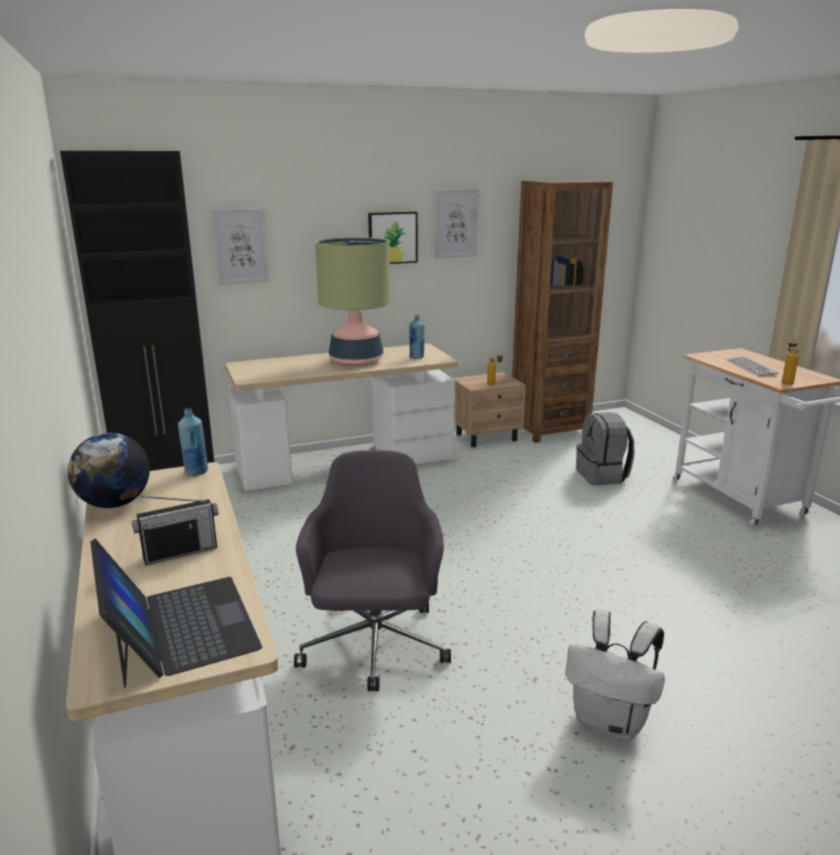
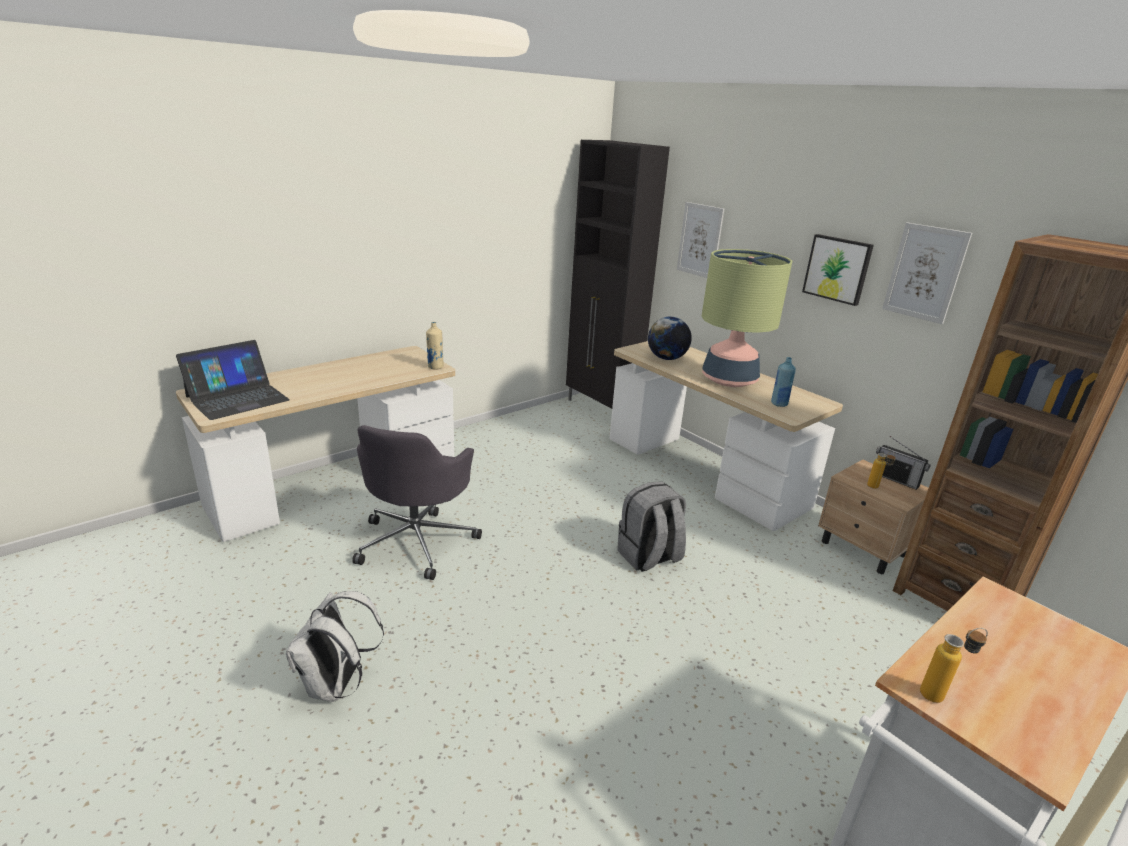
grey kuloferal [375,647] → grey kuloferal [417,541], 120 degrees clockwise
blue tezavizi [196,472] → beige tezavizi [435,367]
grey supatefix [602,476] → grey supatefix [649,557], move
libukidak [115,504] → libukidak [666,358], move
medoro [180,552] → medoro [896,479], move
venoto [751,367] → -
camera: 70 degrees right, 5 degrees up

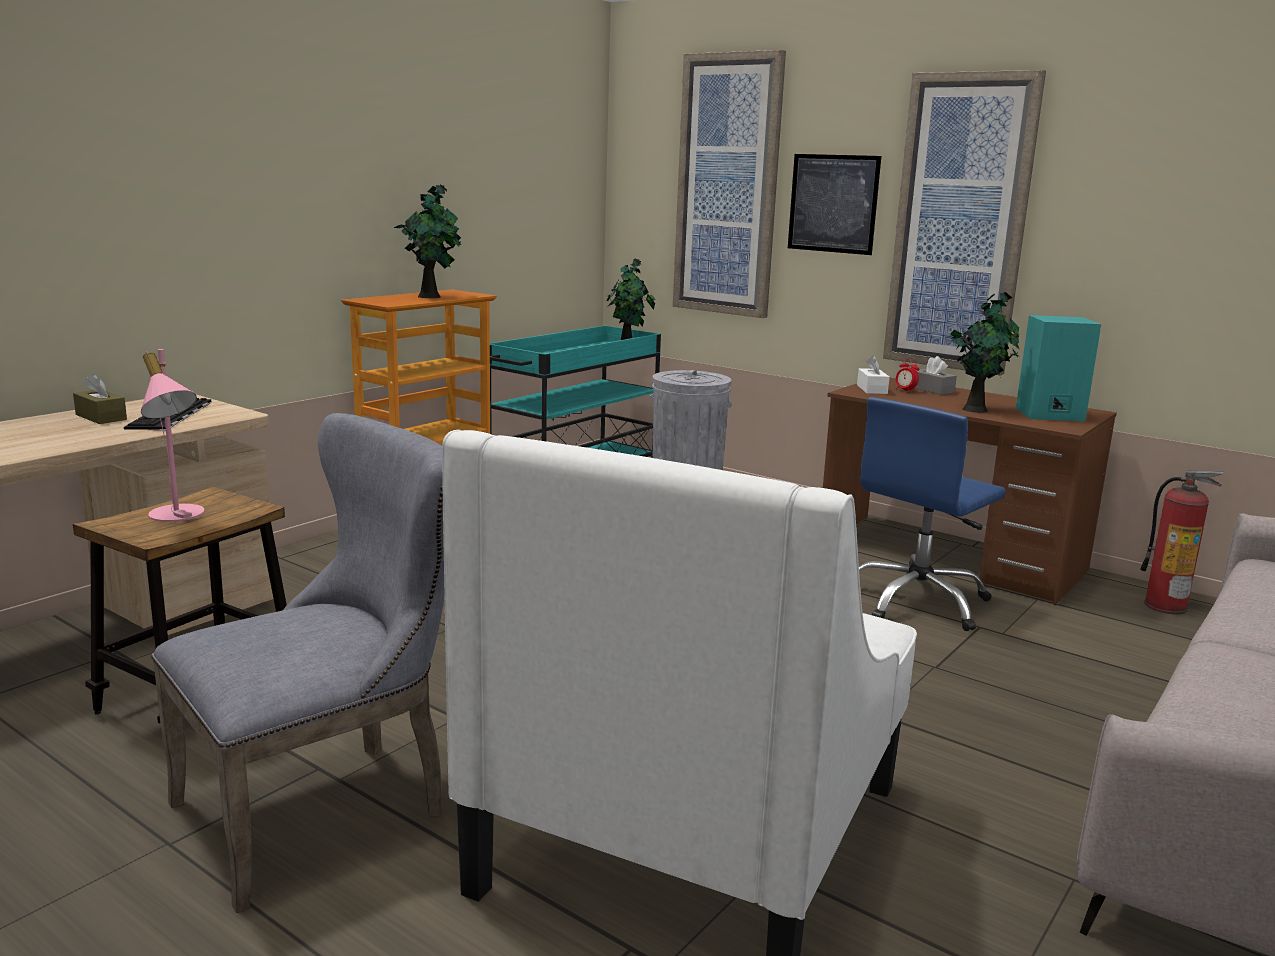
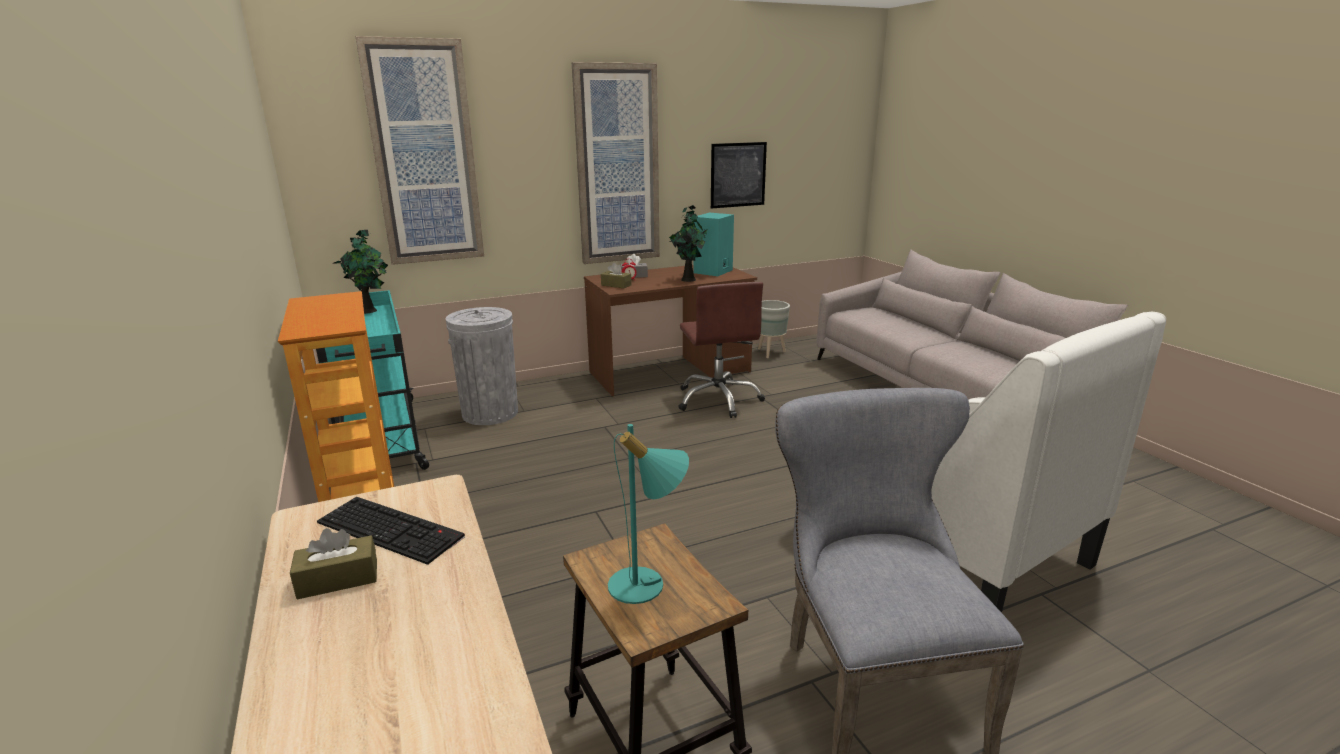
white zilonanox [872,389] → brown zilonanox [616,285]
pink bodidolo [177,516] → turquoise bodidolo [647,585]
blue kuloferal [917,602] → brown kuloferal [718,400]
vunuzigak [833,203] → vunuzigak [738,175], move
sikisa [1166,606] → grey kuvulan [770,353]
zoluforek [431,296] → -
camera: 60 degrees left, 5 degrees up

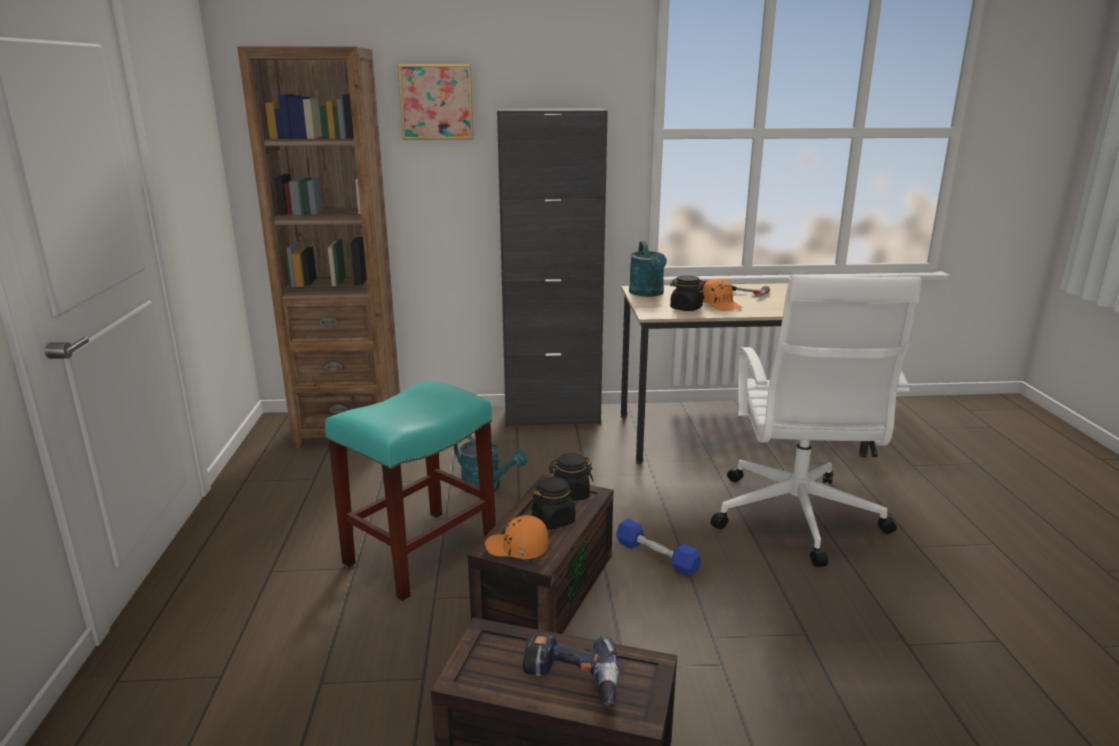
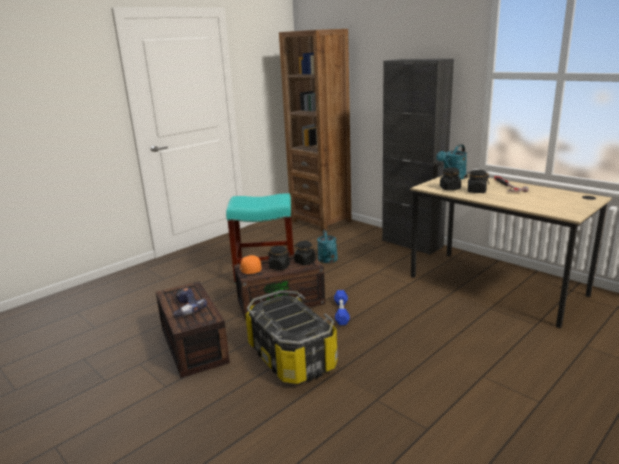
- → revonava [292,357]
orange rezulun [721,305] → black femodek [476,191]
vunuzigak [436,102] → -
white kuloferal [796,519] → -
camera: 50 degrees right, 0 degrees up

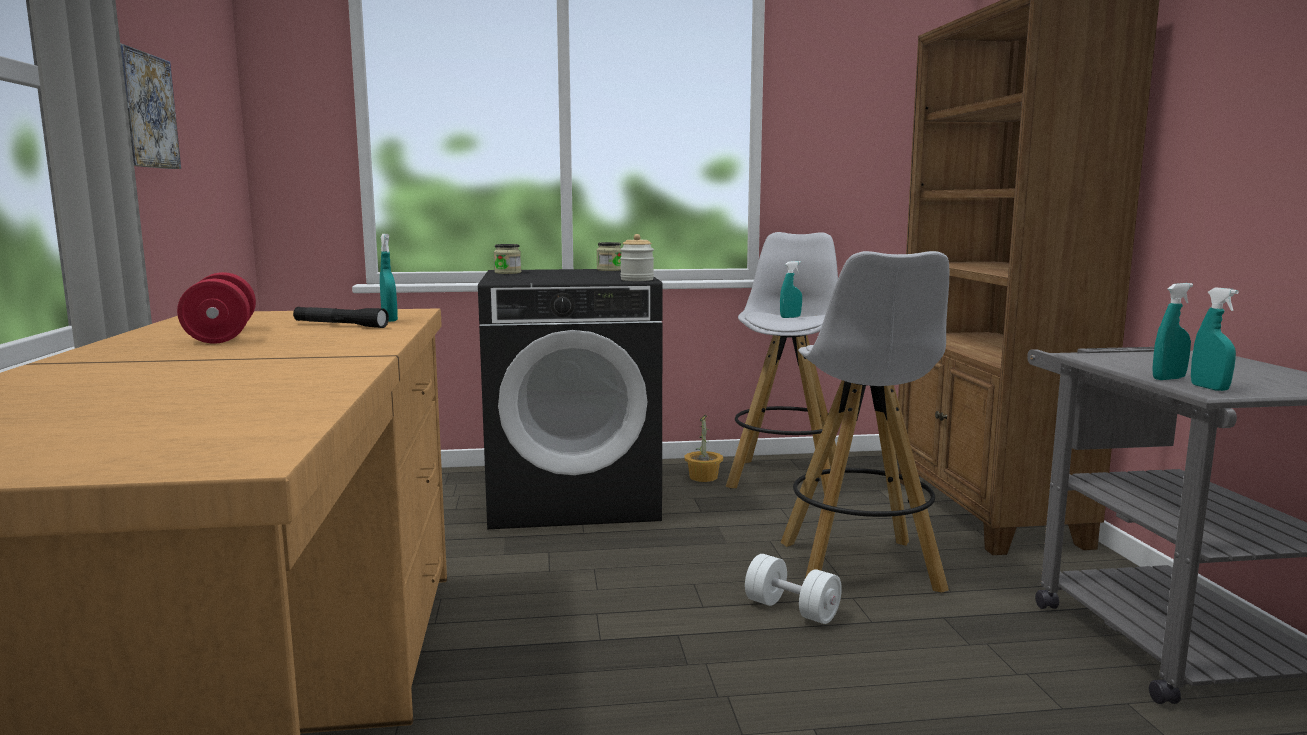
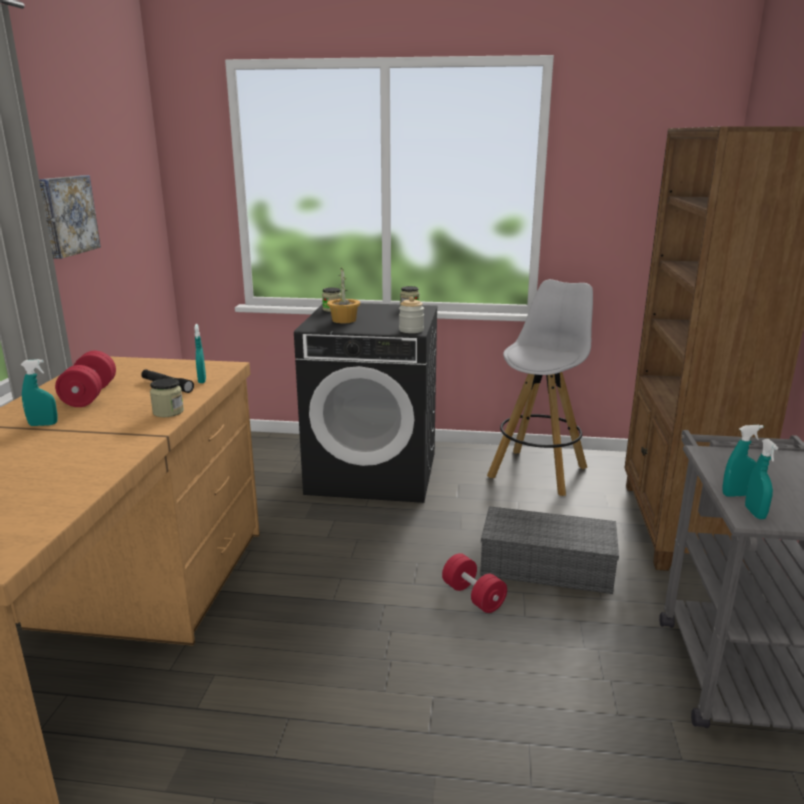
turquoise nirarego [790,317] → turquoise nirarego [43,424], move
- → femodek [168,412]
zoluforek [704,477] → zoluforek [344,320], move
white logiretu [792,610] → red logiretu [473,596]
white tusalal [860,568] → grey revonava [544,567]
camera: 15 degrees right, 10 degrees up

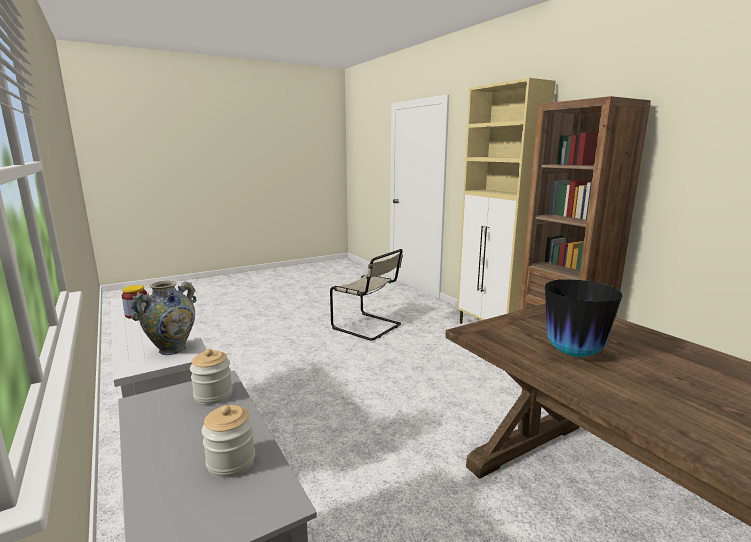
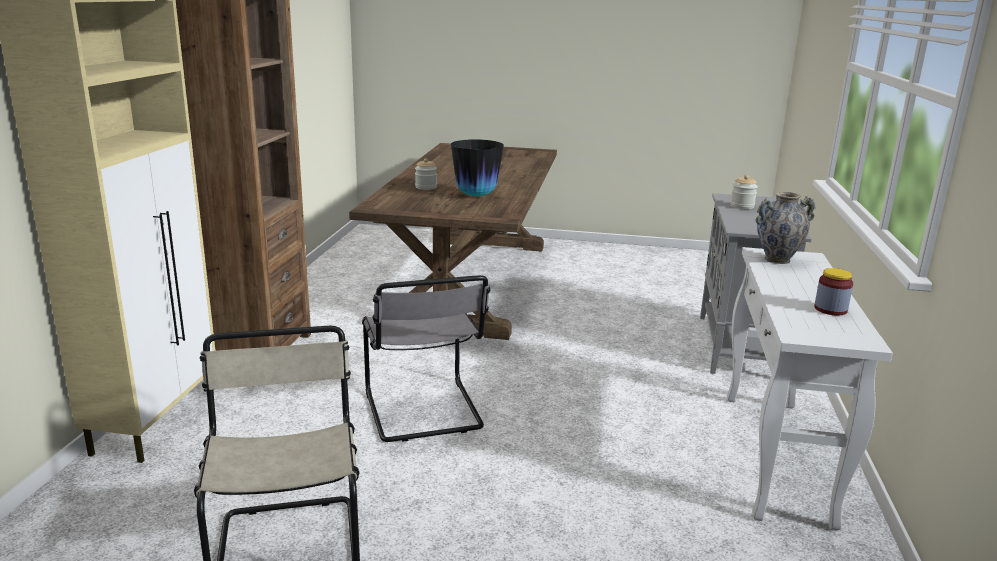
- → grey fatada [424,413]
femodek [213,395] → femodek [426,187], move
camera: 140 degrees left, 5 degrees up

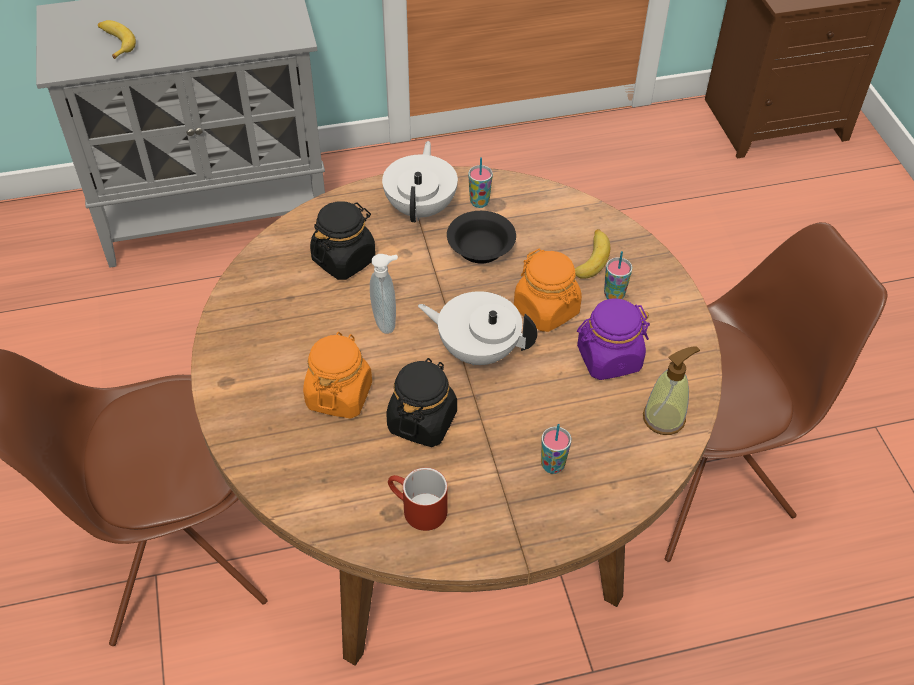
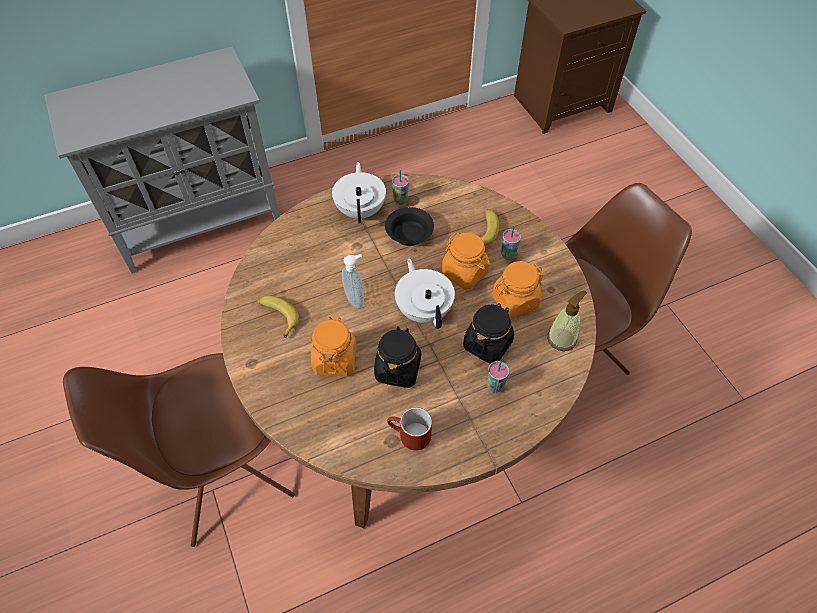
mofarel [115,43] → mofarel [278,316], move
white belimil [477,349] → white belimil [424,309], 60 degrees clockwise
black femodek [344,259] → black femodek [487,344], move
purple femodek [608,358] → orange femodek [515,301]
camera: 10 degrees left, 5 degrees up

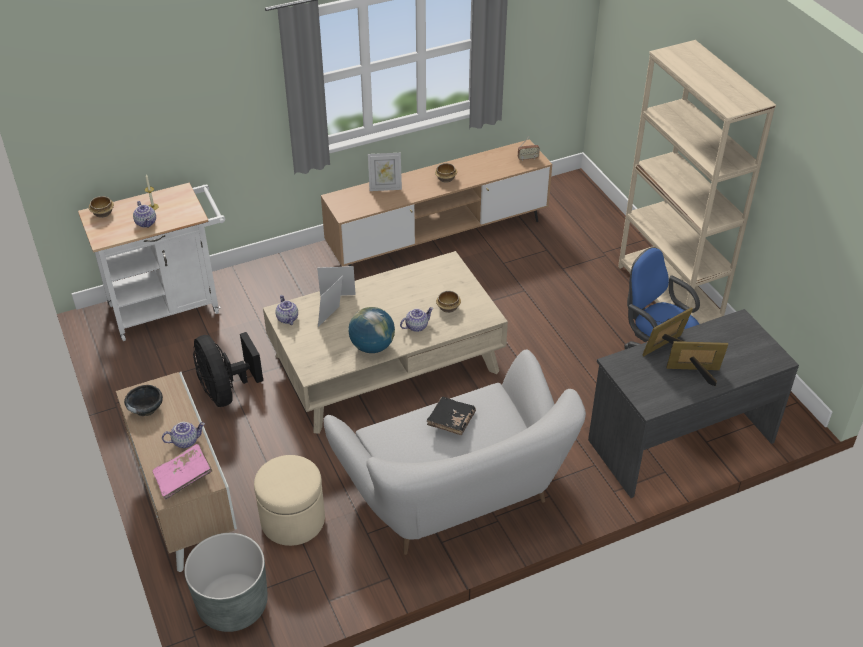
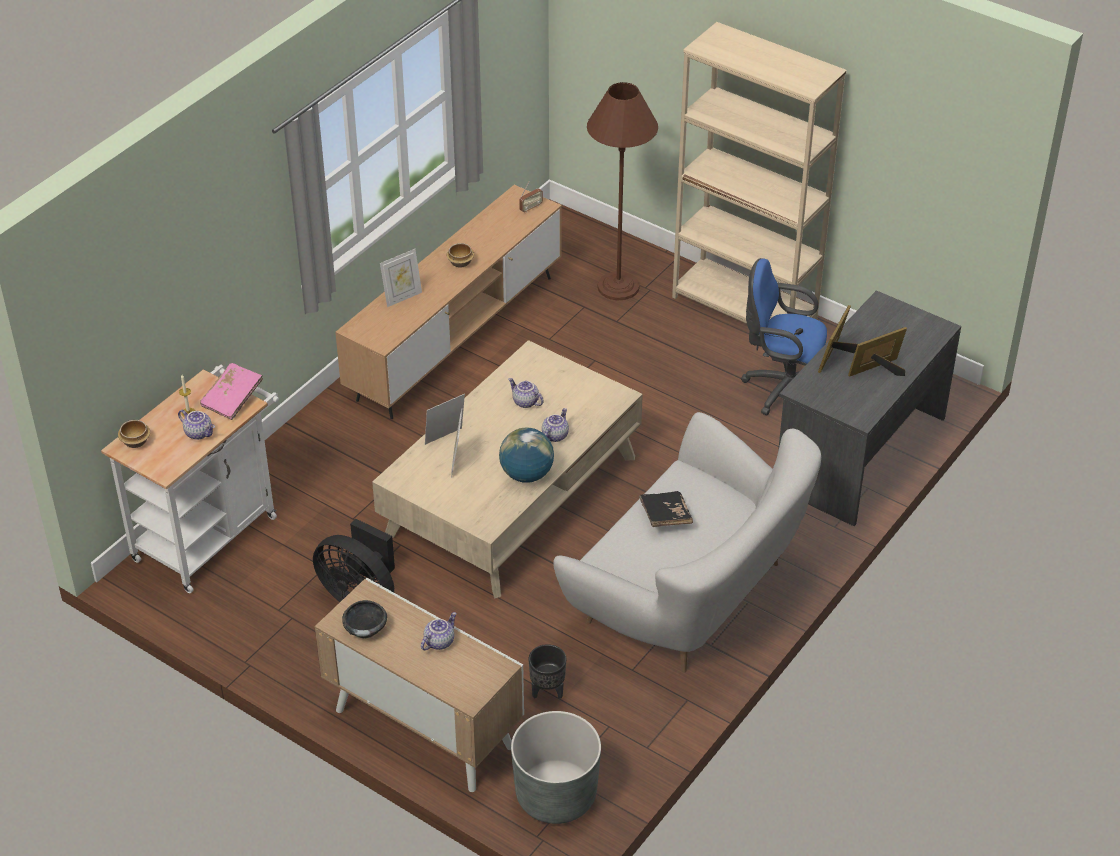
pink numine [183,477] → pink numine [232,398], move
belimil [287,318] → belimil [525,402], move
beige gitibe [293,520] → black kuvulan [547,691]
- → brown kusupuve [618,286]
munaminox [448,308] → -
camera: 30 degrees left, 0 degrees up

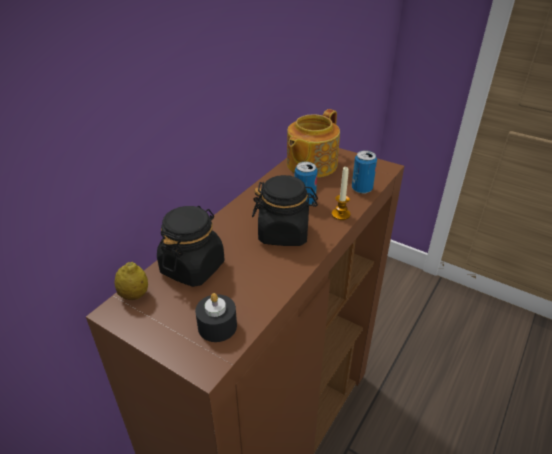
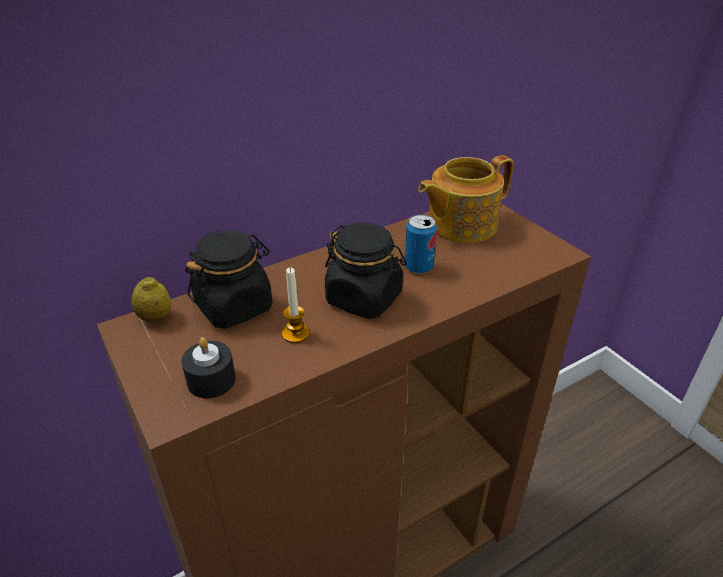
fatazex [340,214] → fatazex [295,333], move
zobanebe [362,189] → -
camera: 25 degrees right, 0 degrees up

